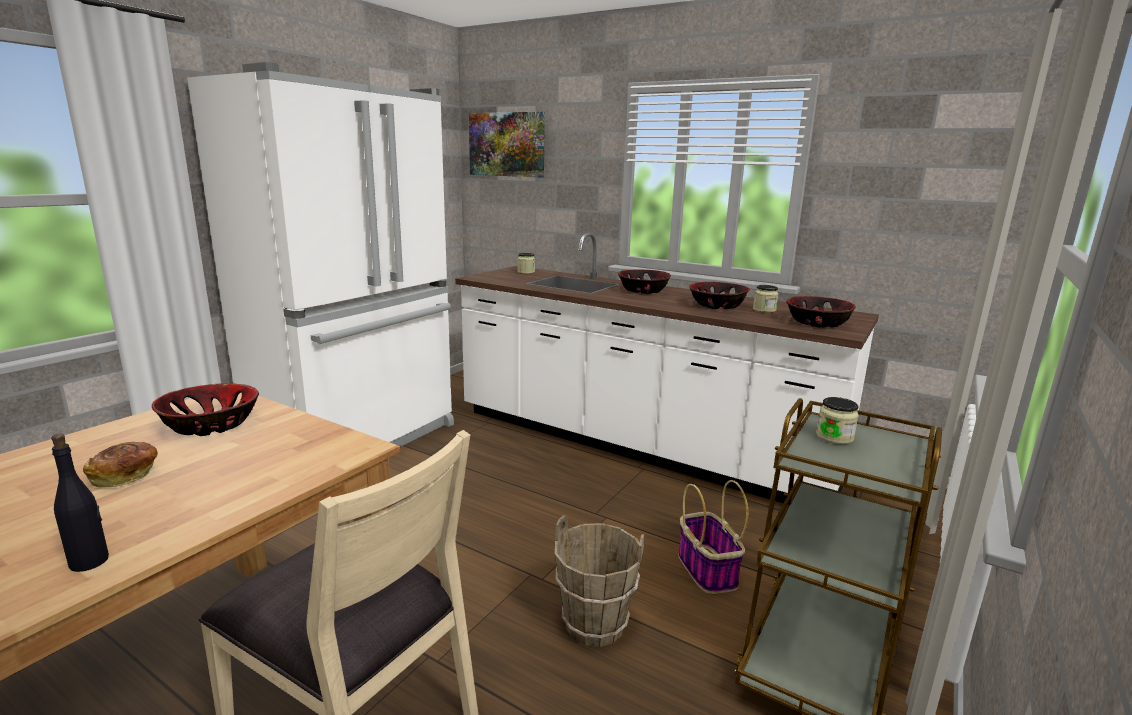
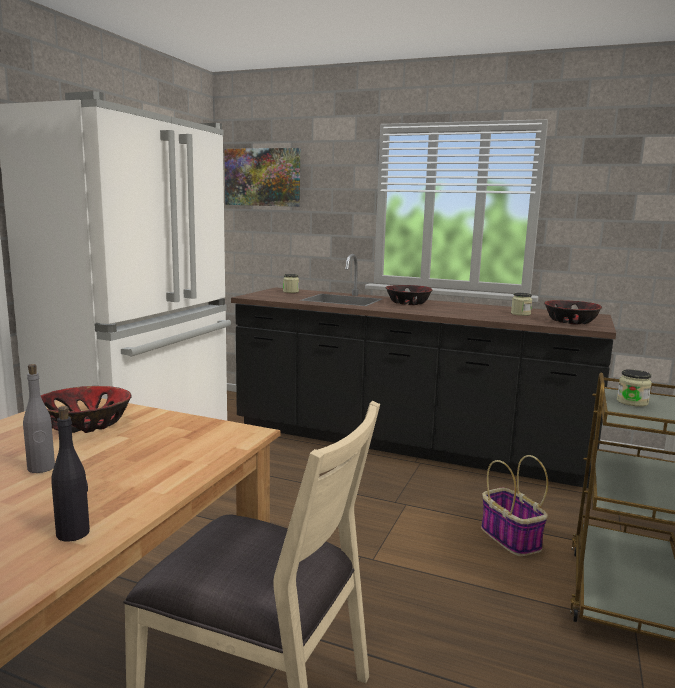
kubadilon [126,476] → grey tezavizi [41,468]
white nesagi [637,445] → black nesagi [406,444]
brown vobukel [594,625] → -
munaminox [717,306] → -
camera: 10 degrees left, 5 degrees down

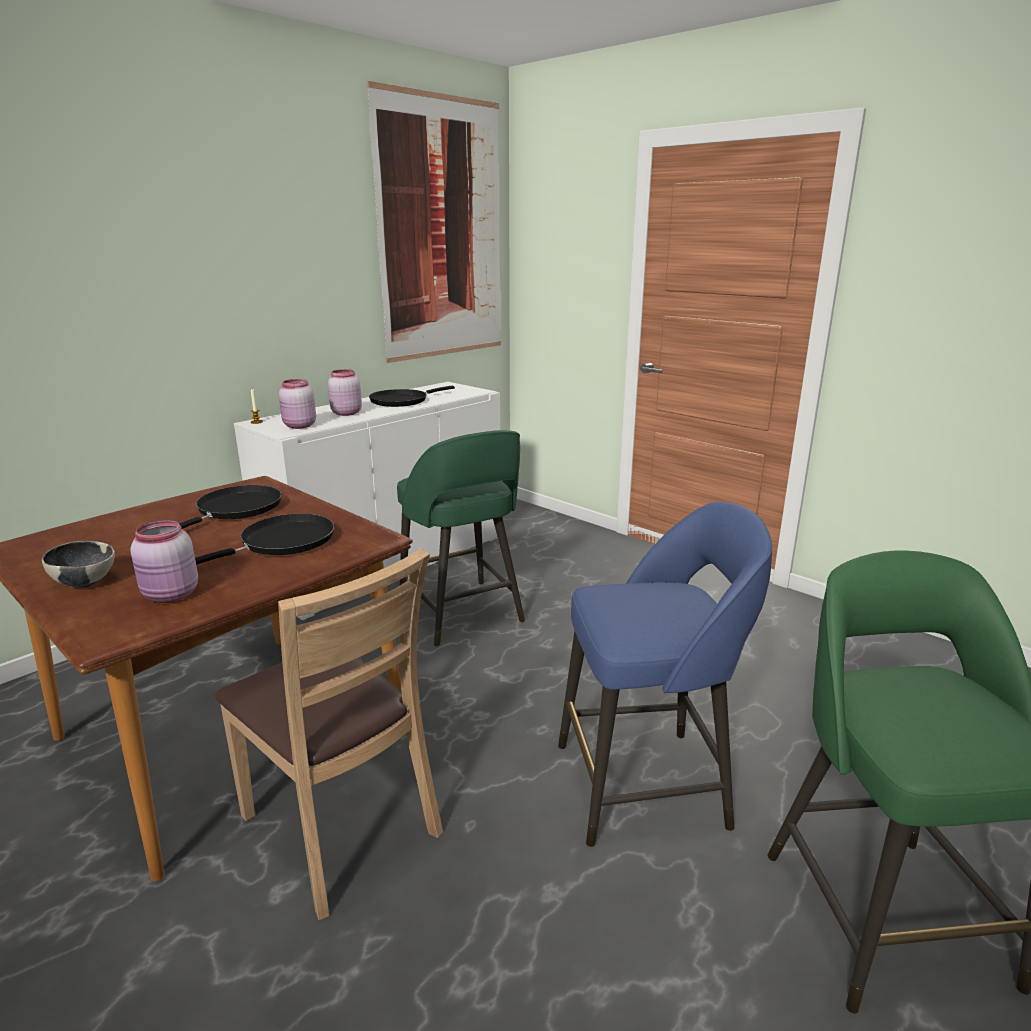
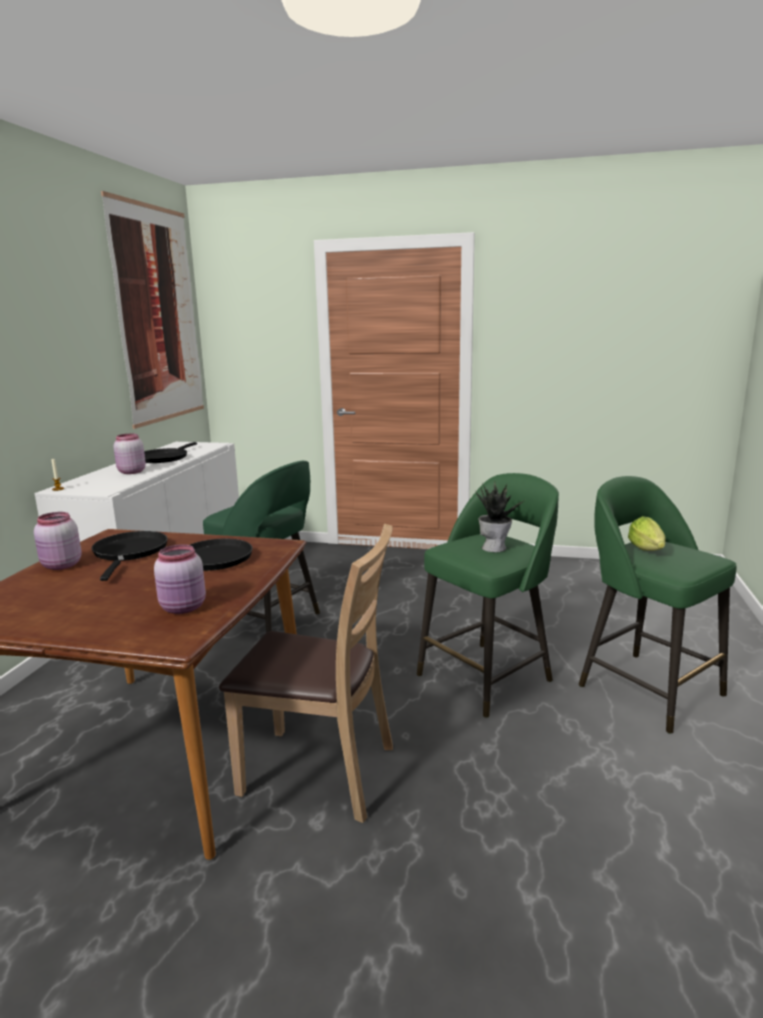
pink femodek [299,426] → pink femodek [61,566], move
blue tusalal [646,784] → green tusalal [487,676]
- → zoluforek [494,547]
- → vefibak [647,551]
munaminox [85,582] → -
camera: 30 degrees left, 5 degrees down

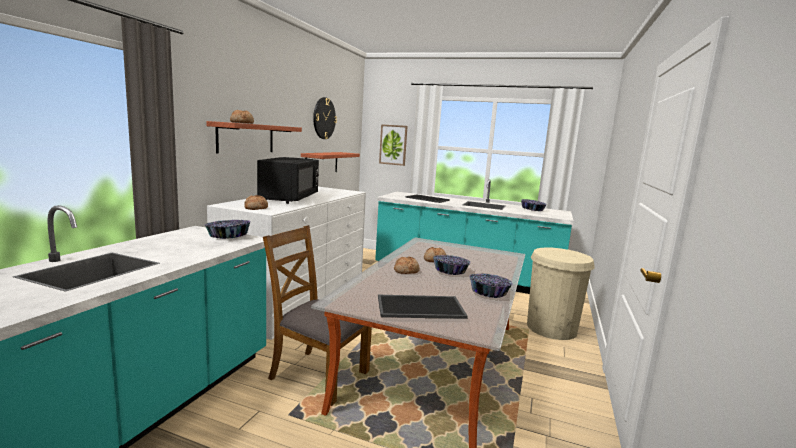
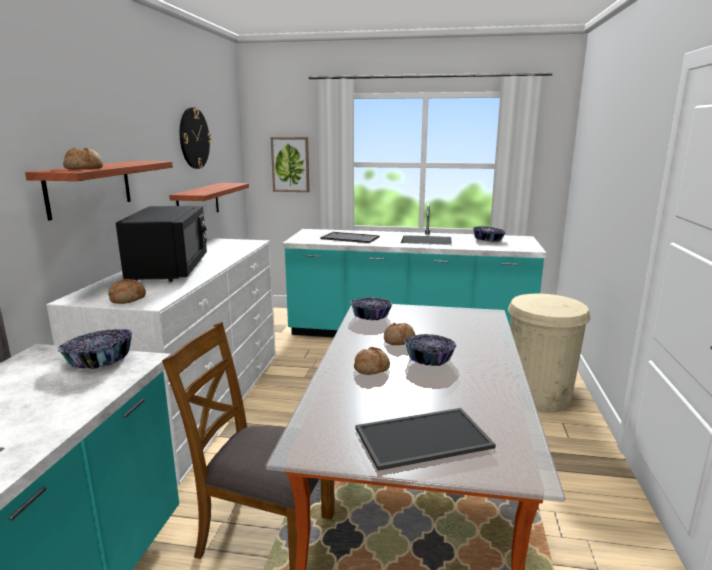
munaminox [489,293] → munaminox [371,316], move
camera: 10 degrees left, 5 degrees up

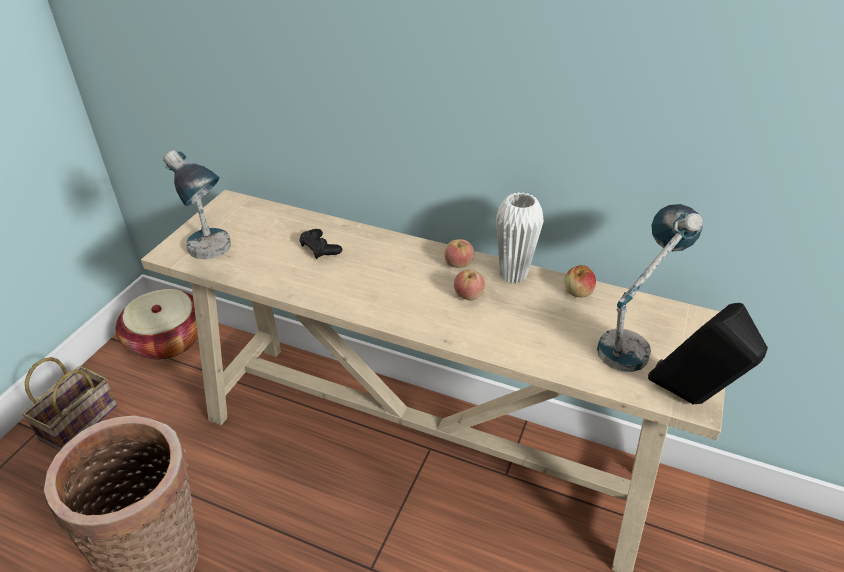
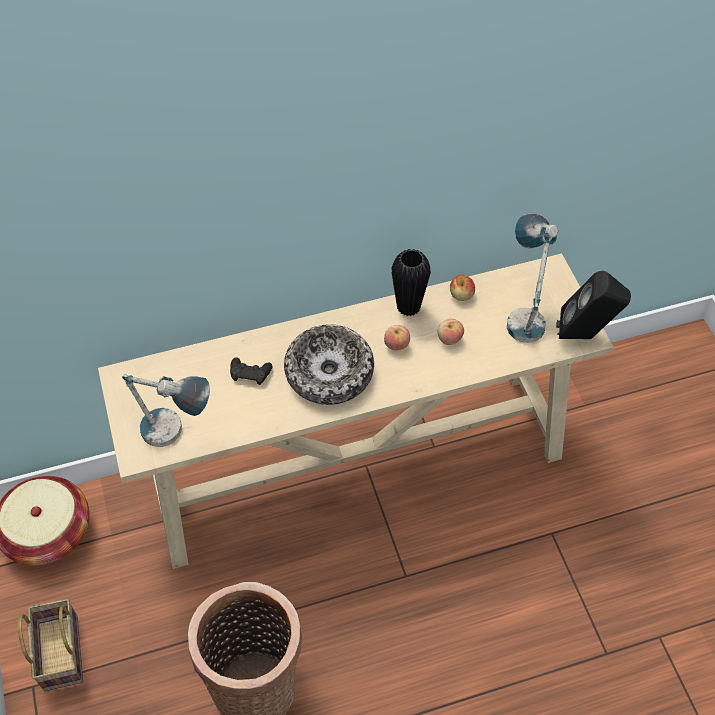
- → munaminox [329,372]
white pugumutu [513,274] → black pugumutu [408,307]
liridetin [458,264] → liridetin [449,339], move
camera: 40 degrees left, 15 degrees up

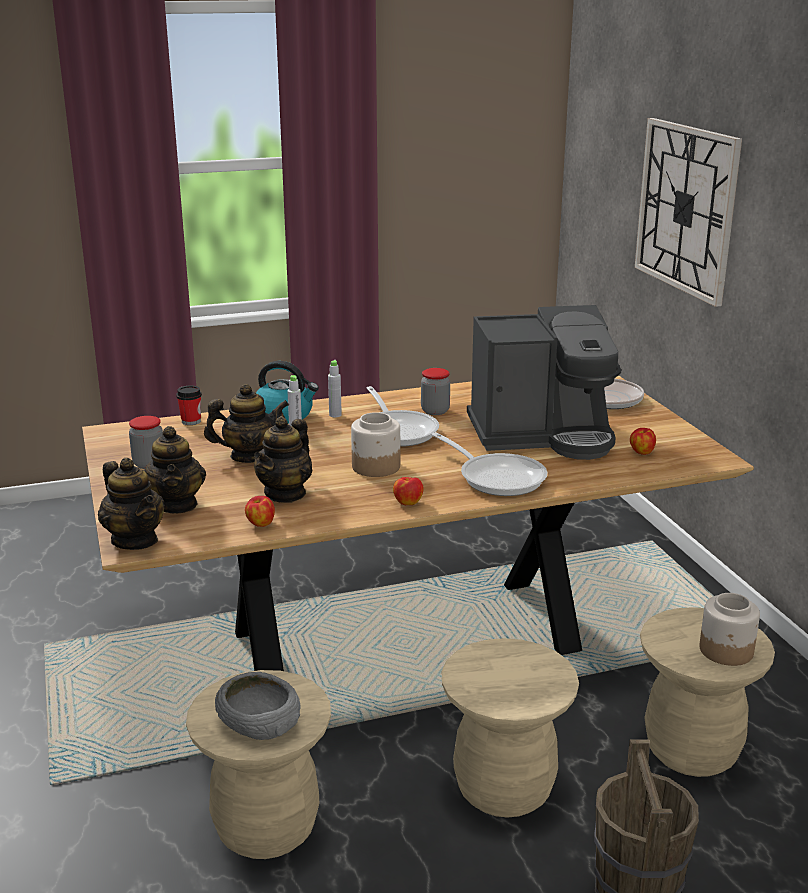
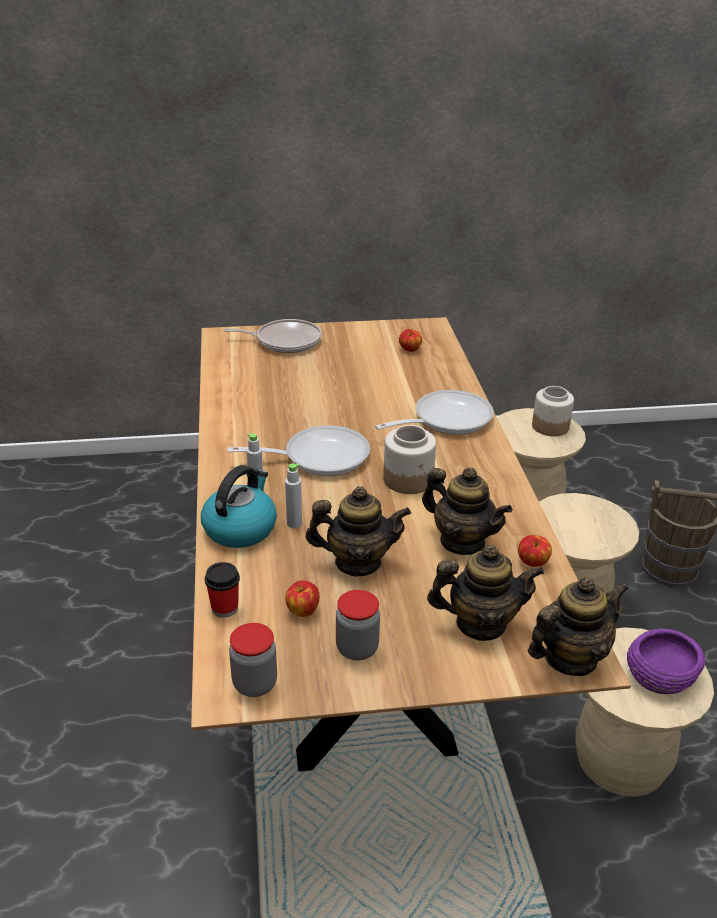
femodek [435,411] → femodek [255,684], move
liridetin [408,502] → liridetin [302,611], move
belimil [249,456] → belimil [357,562], 90 degrees clockwise
grey munaminox [260,722] → purple munaminox [660,673]
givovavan [543,435] → -
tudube [686,208] → -
camera: 80 degrees left, 10 degrees up

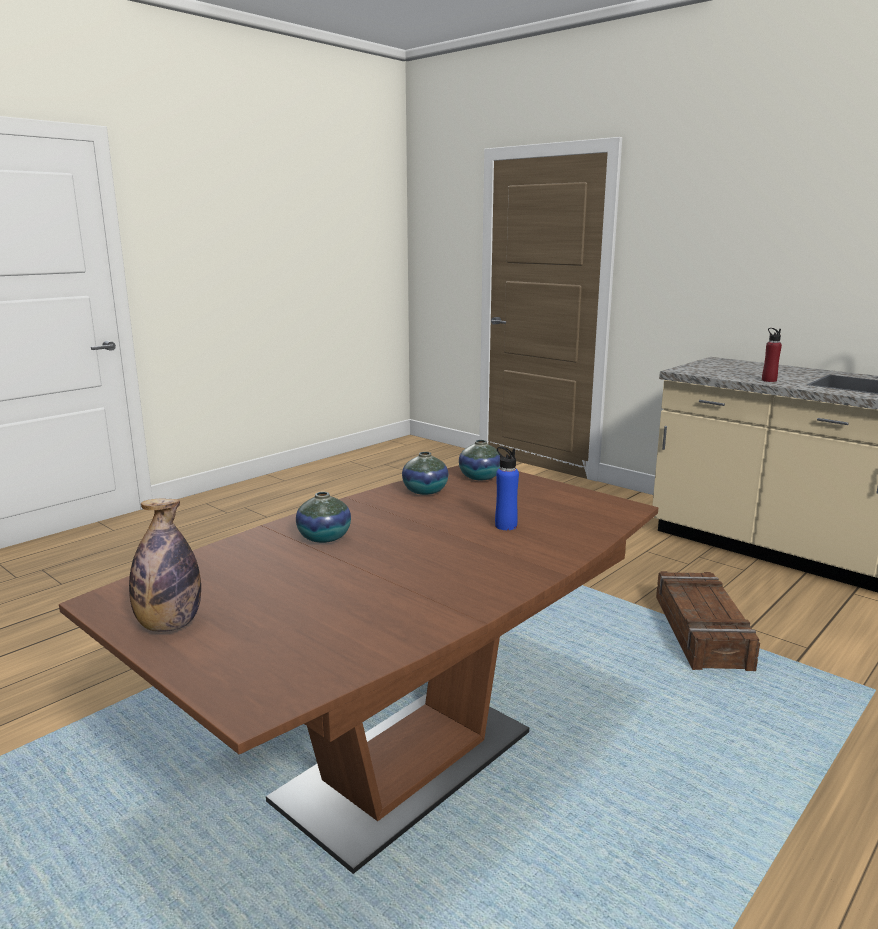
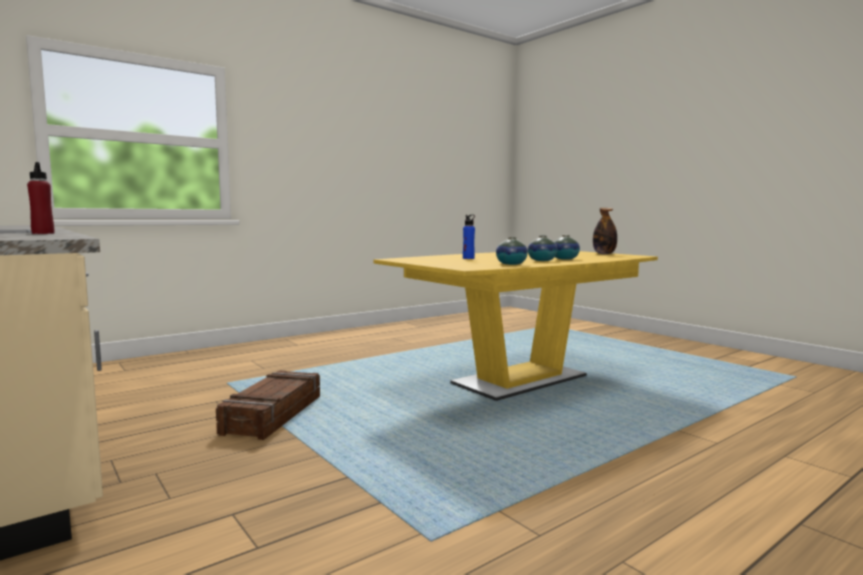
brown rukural [406,766] → yellow rukural [520,380]
pugumutu [480,477] → pugumutu [542,260], move
camera: 170 degrees left, 10 degrees down

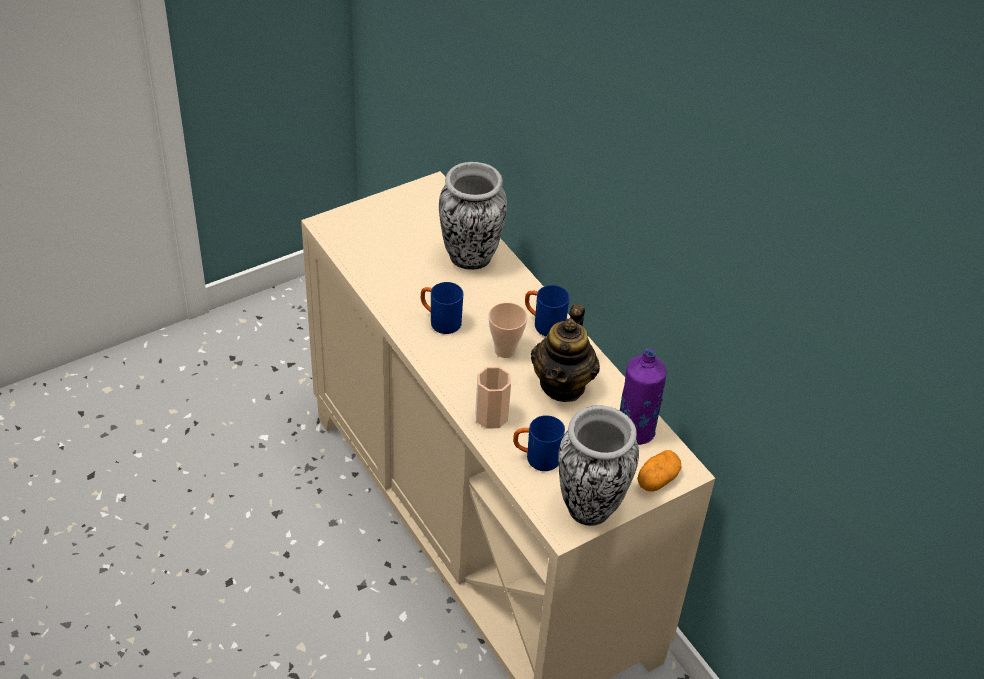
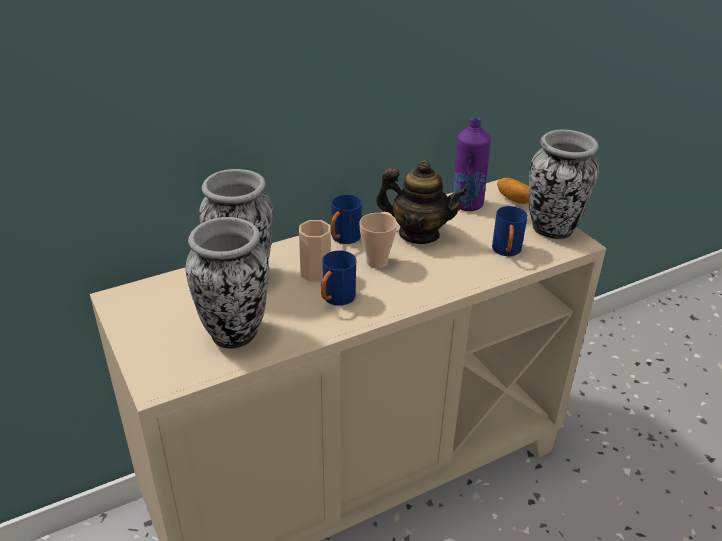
- → pugumutu [235,334]
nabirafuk [491,416] → nabirafuk [316,273], move
camera: 85 degrees left, 10 degrees down

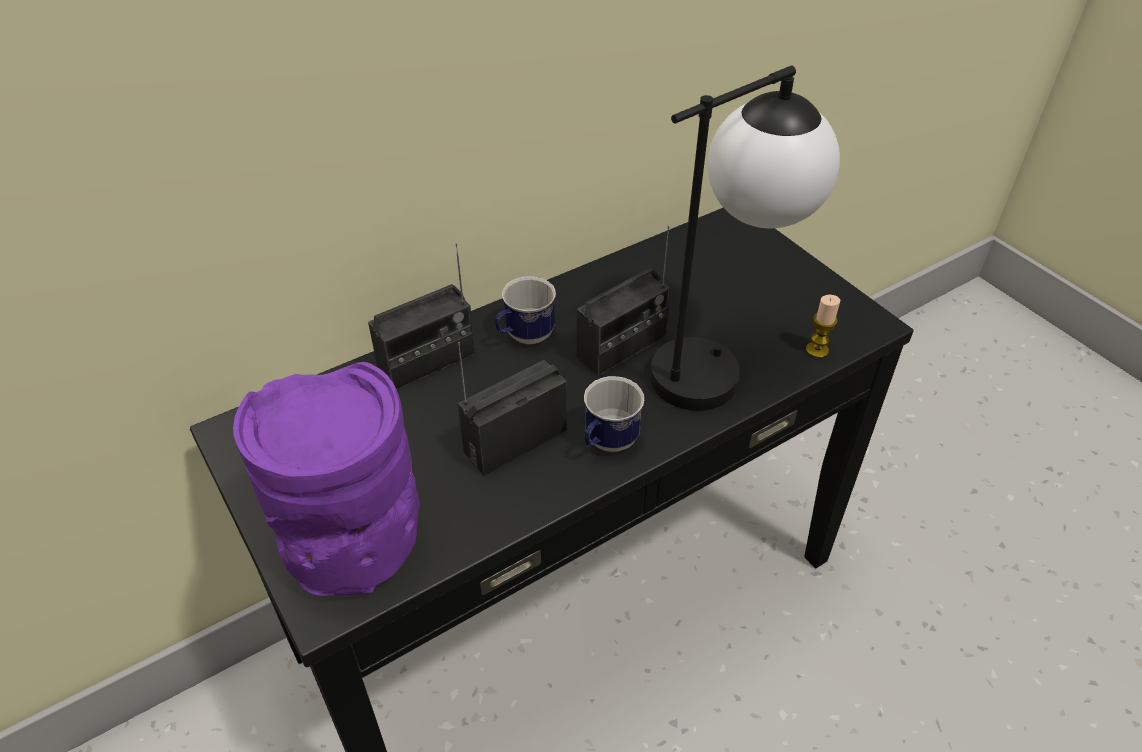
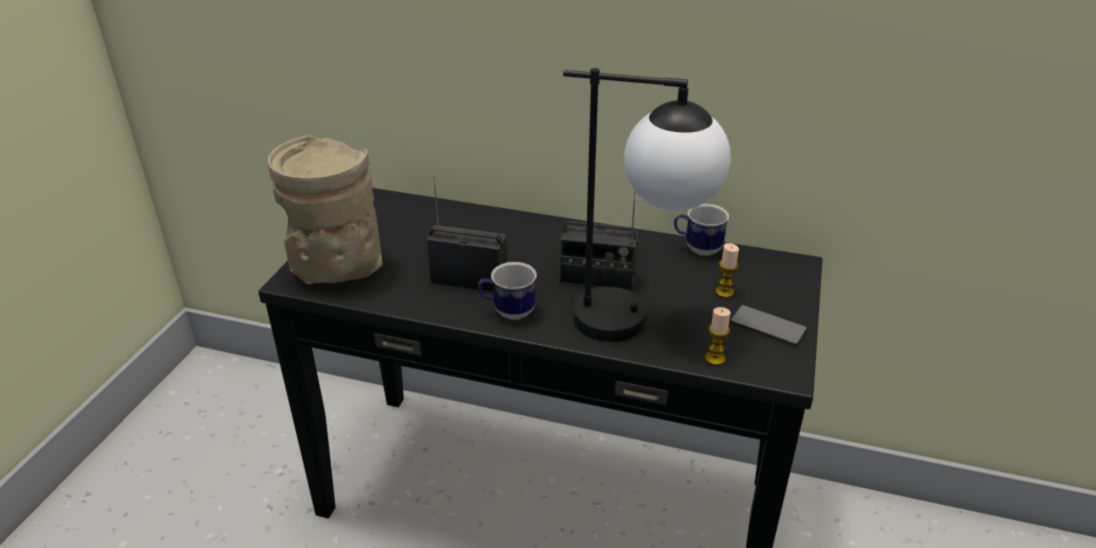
purple pugumutu [355,549] → beige pugumutu [336,270]
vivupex [524,337] → vivupex [697,249], move
- → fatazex [724,292]
- → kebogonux [768,326]
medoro [427,363] → -
camera: 50 degrees right, 10 degrees down

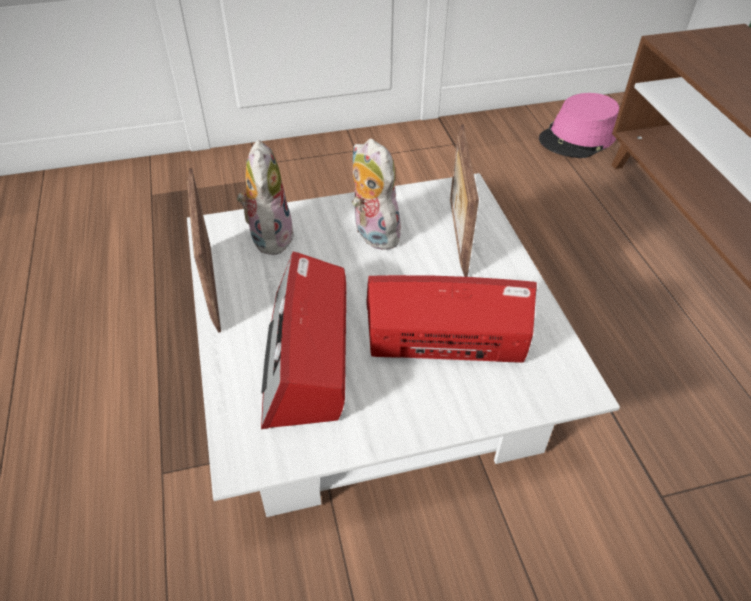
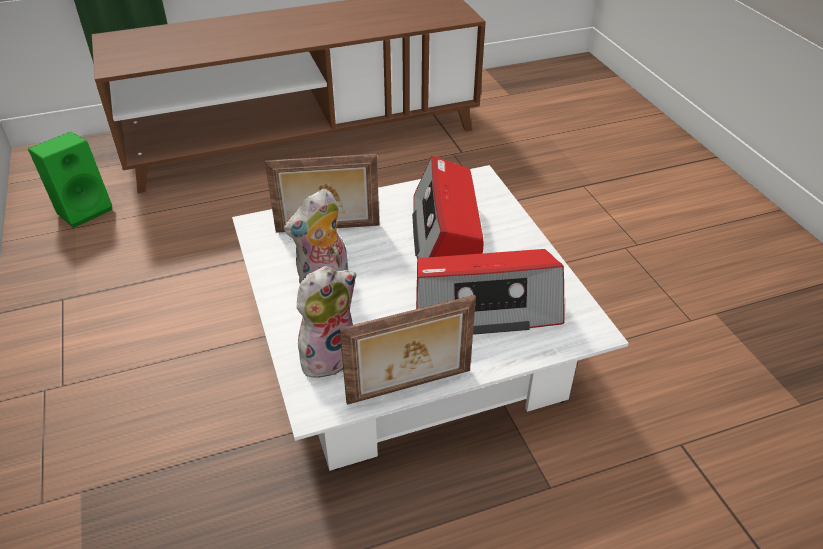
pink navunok [578,137] → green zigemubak [84,209]
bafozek [269,235] → bafozek [328,355], 150 degrees clockwise
camera: 95 degrees left, 5 degrees down

